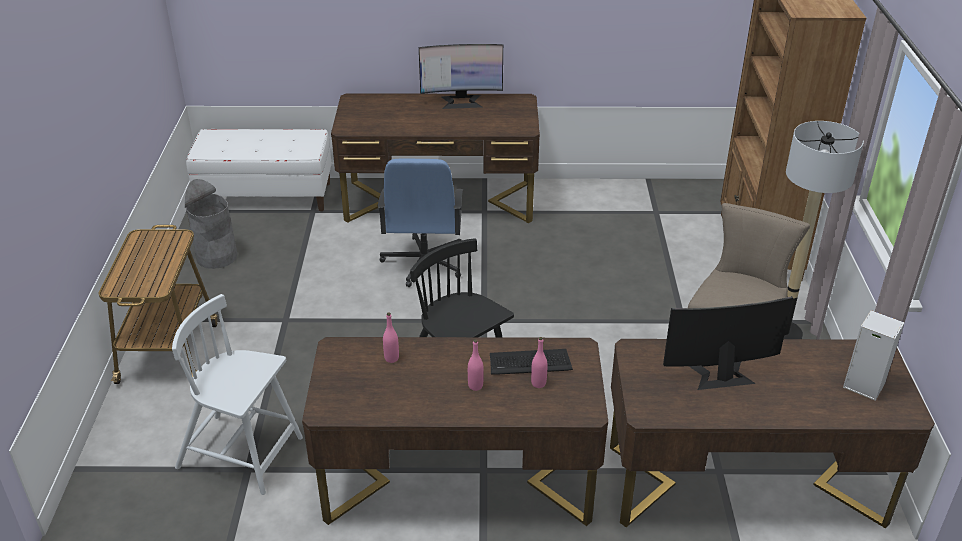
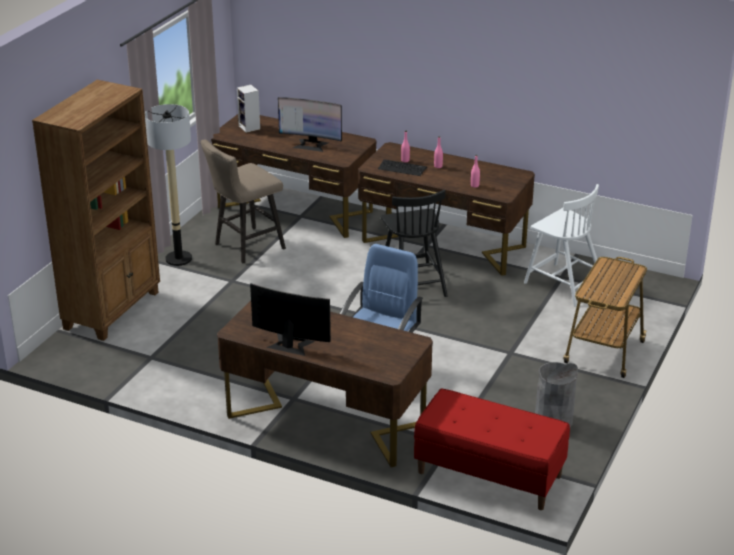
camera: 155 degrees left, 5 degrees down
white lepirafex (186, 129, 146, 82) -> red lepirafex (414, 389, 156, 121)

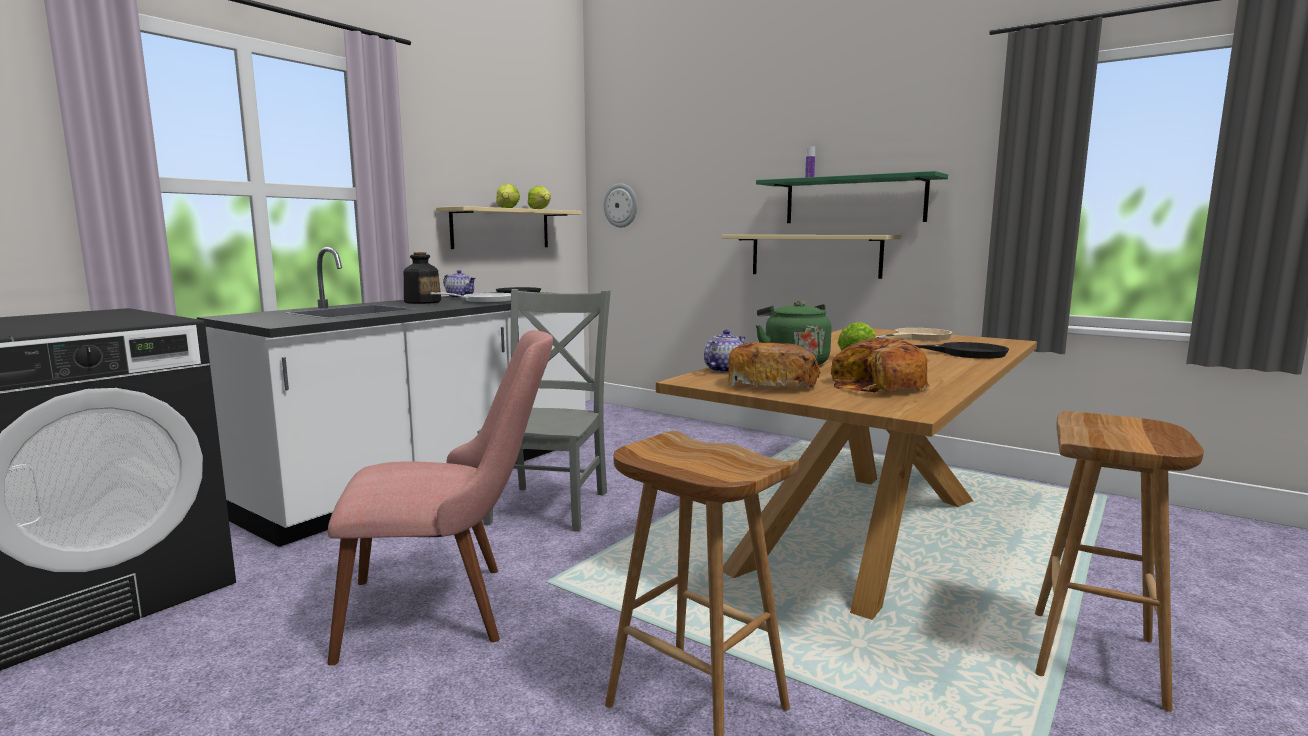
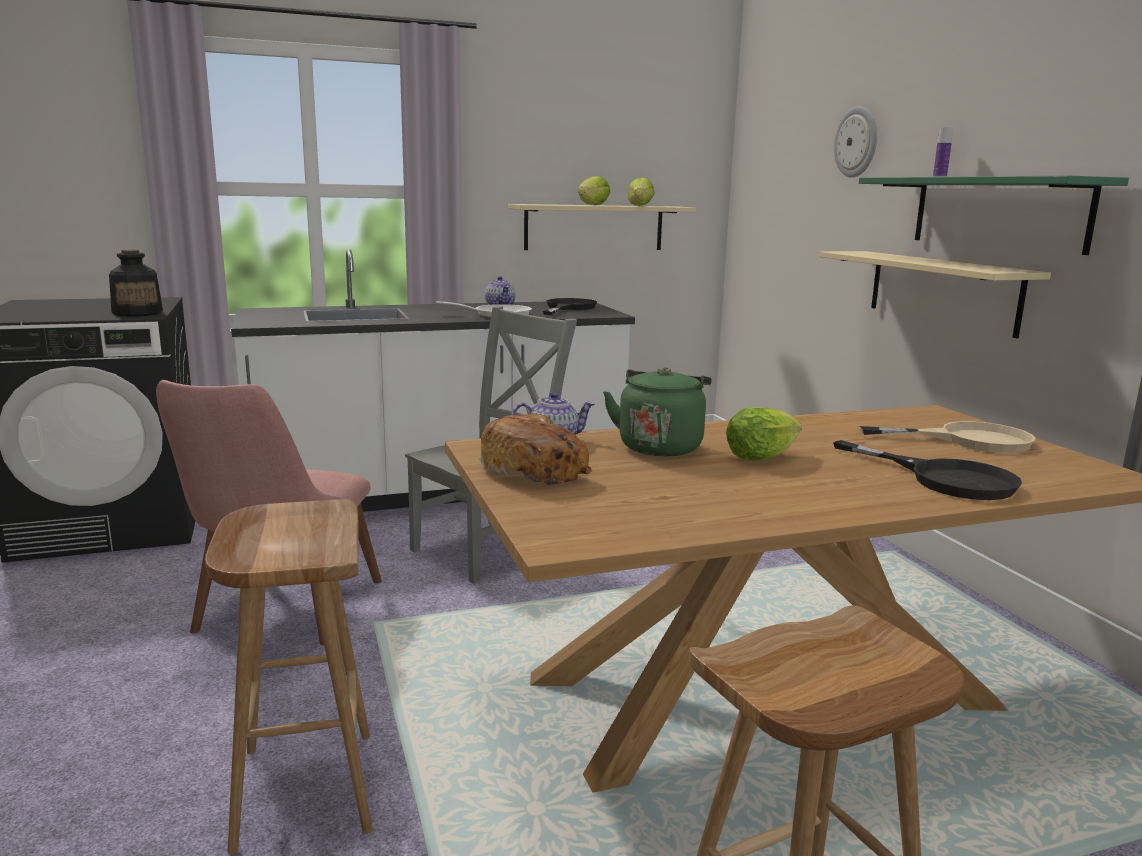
camera: 35 degrees right, 5 degrees up
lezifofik (604, 183, 34, 45) -> lezifofik (834, 106, 43, 71), shifted
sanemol (404, 252, 37, 52) -> sanemol (109, 250, 54, 67), shifted
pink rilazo (327, 330, 226, 336) -> pink rilazo (156, 380, 226, 265), 75 degrees clockwise
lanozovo (831, 338, 99, 55) -> none

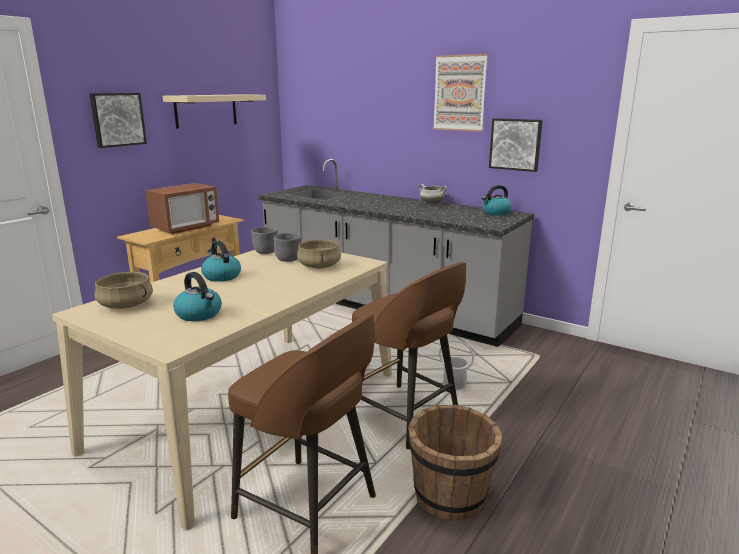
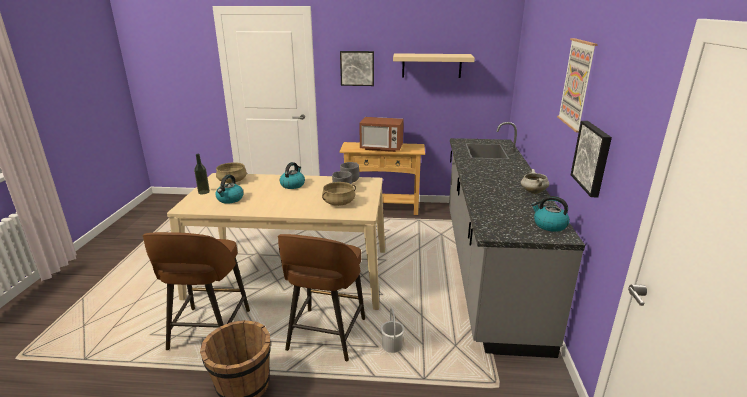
camera: 60 degrees right, 5 degrees up
none -> sanemol (194, 154, 16, 40)

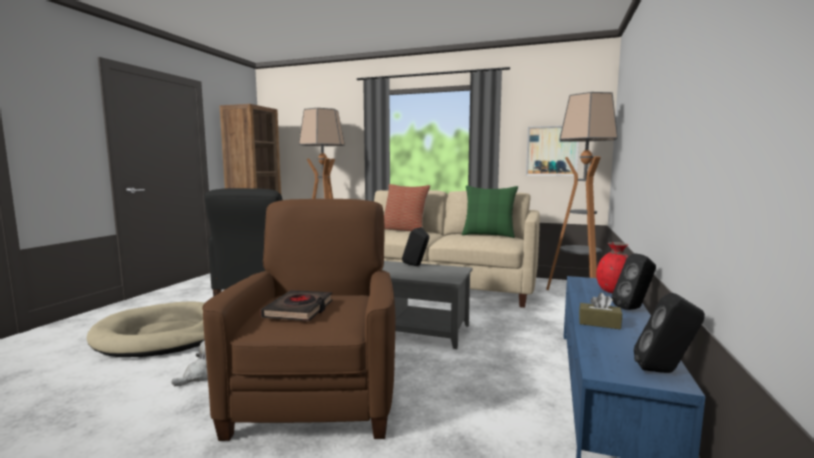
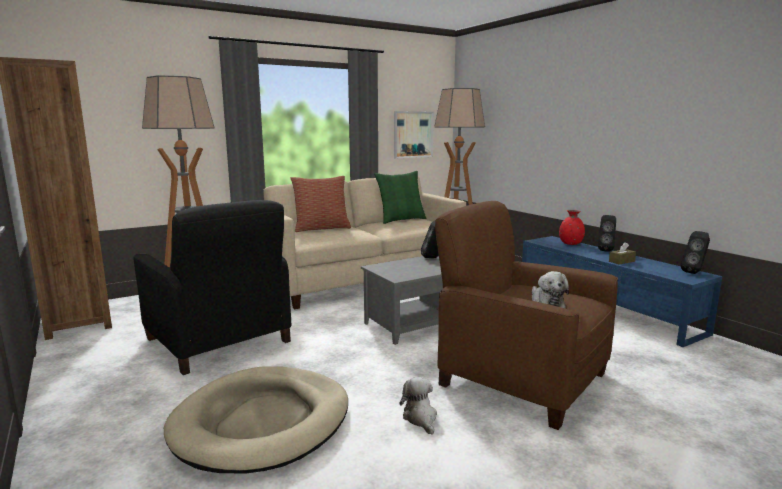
camera: 50 degrees left, 5 degrees up
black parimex (261, 290, 72, 31) -> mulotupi (532, 271, 37, 38)

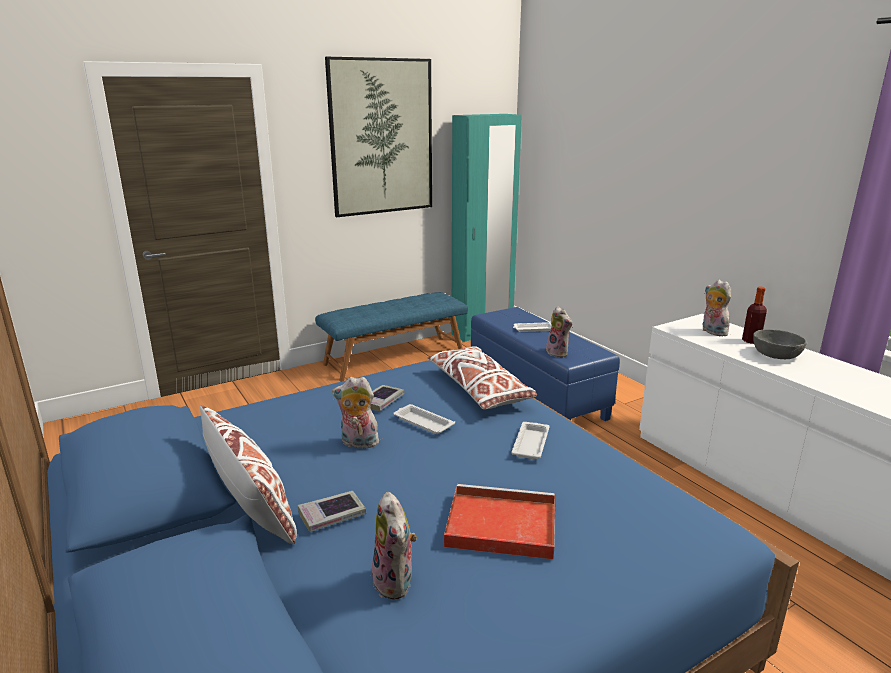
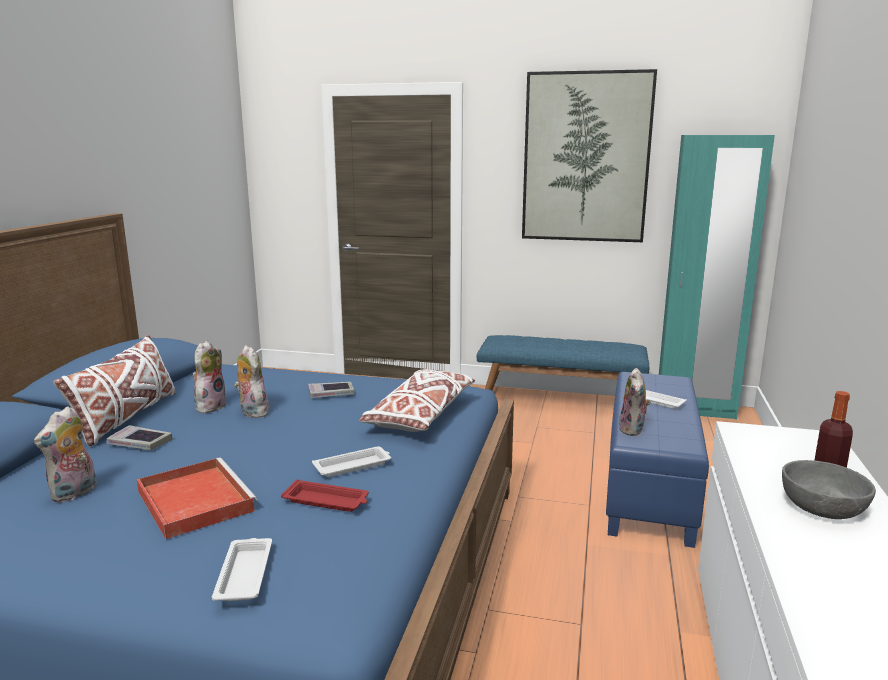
camera: 45 degrees right, 5 degrees down
mulotupi (703, 280, 28, 56) -> mulotupi (193, 341, 34, 73), shifted
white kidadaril (393, 404, 62, 30) -> white kidadaril (212, 538, 60, 63), shifted
none -> red kidadaril (281, 479, 88, 33)

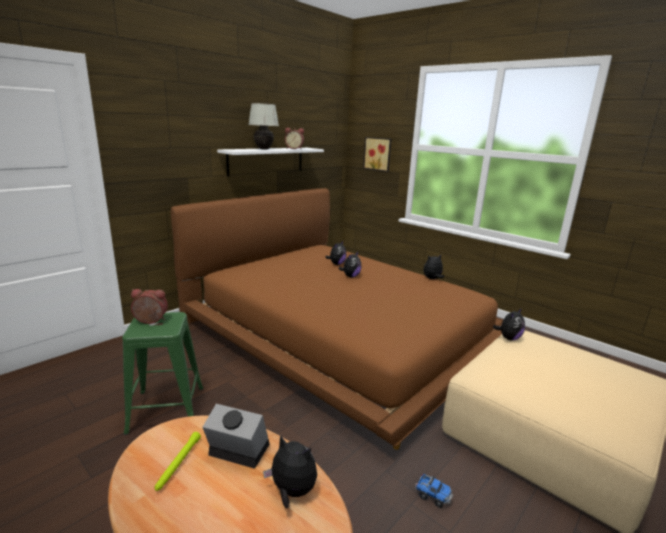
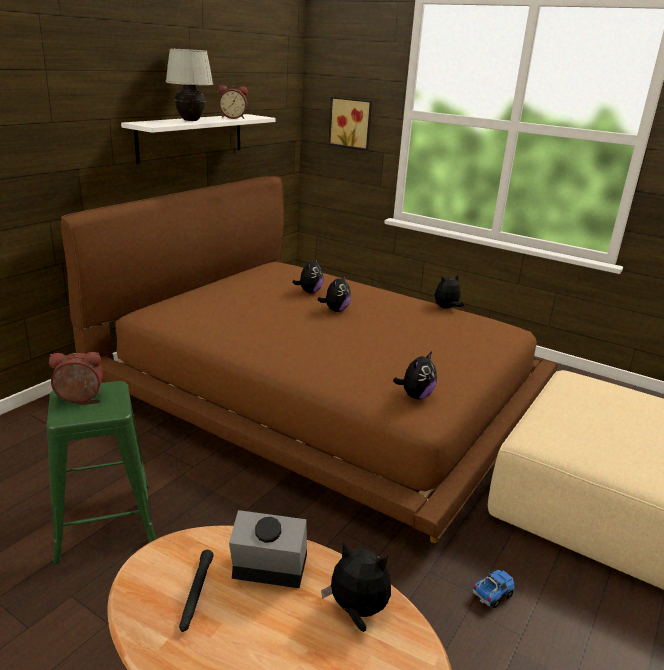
camera: 10 degrees left, 5 degrees up
mulotupi (493, 308, 32, 33) -> mulotupi (393, 351, 44, 48), shifted
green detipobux (155, 432, 46, 59) -> black detipobux (179, 550, 35, 82)
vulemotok (415, 474, 38, 34) -> vulemotok (472, 570, 43, 38), 60 degrees counterclockwise

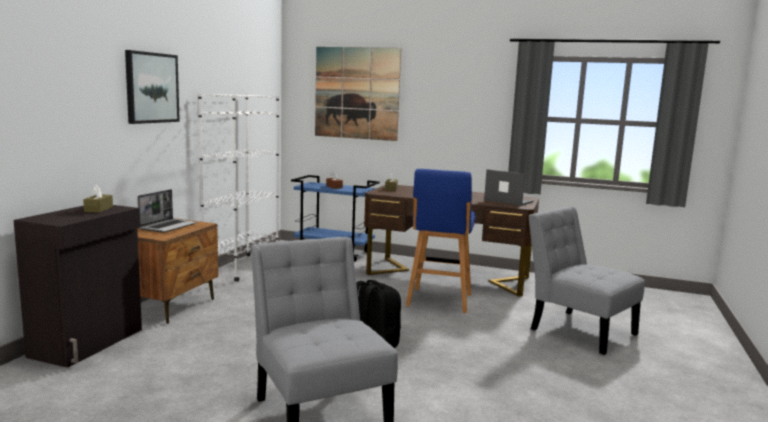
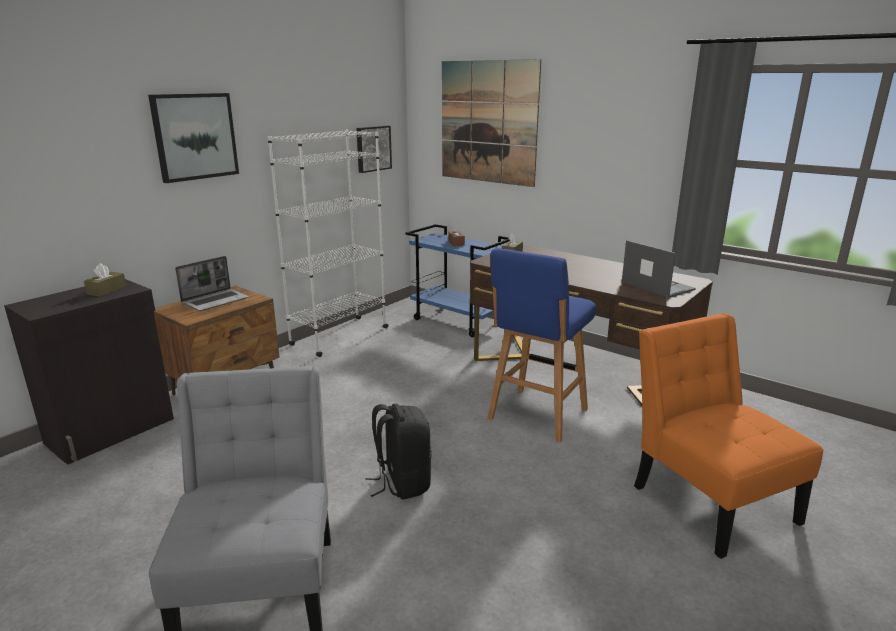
camera: 20 degrees right, 10 degrees up
grey rilazo (529, 207, 116, 148) -> orange rilazo (634, 313, 189, 246)
none -> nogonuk (356, 125, 36, 48)

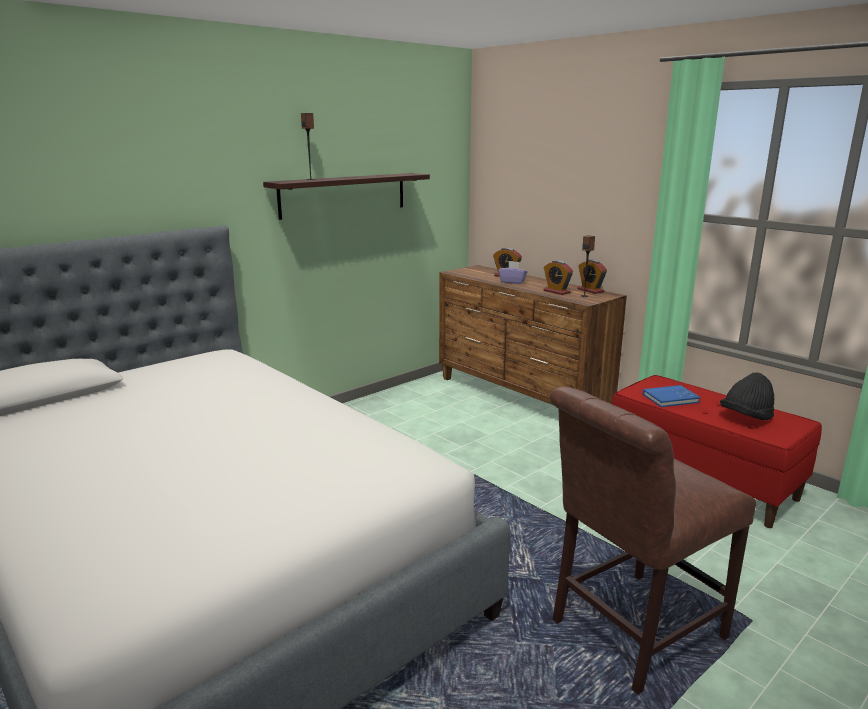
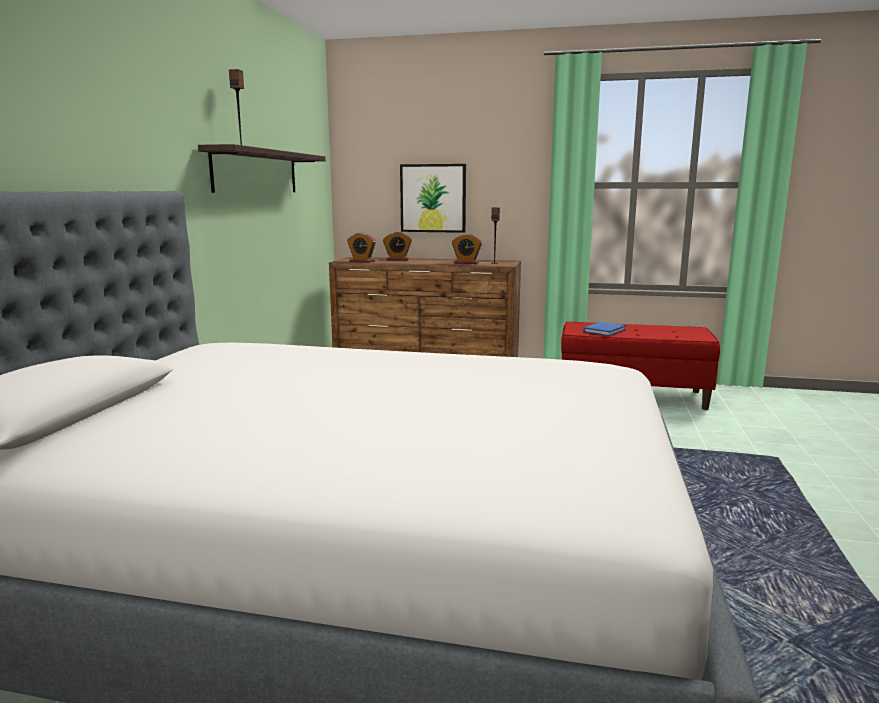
camera: 35 degrees left, 5 degrees down
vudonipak (577, 259, 30, 35) -> vudonipak (347, 232, 29, 31), shifted
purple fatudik (499, 261, 28, 23) -> none
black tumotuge (720, 372, 54, 48) -> none
brown rilazo (550, 387, 206, 308) -> none
none -> nogonuk (400, 164, 66, 69)

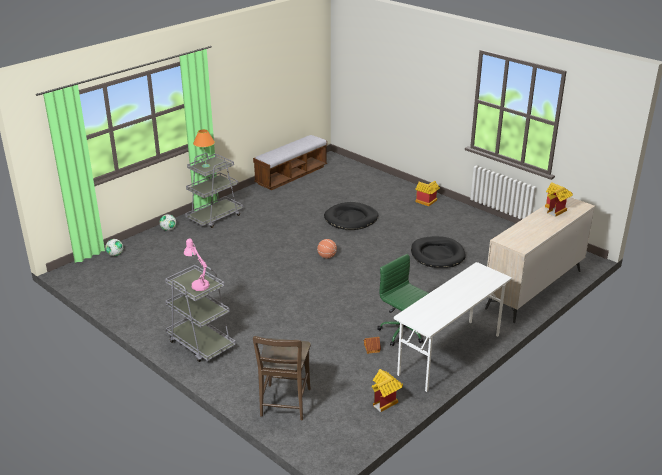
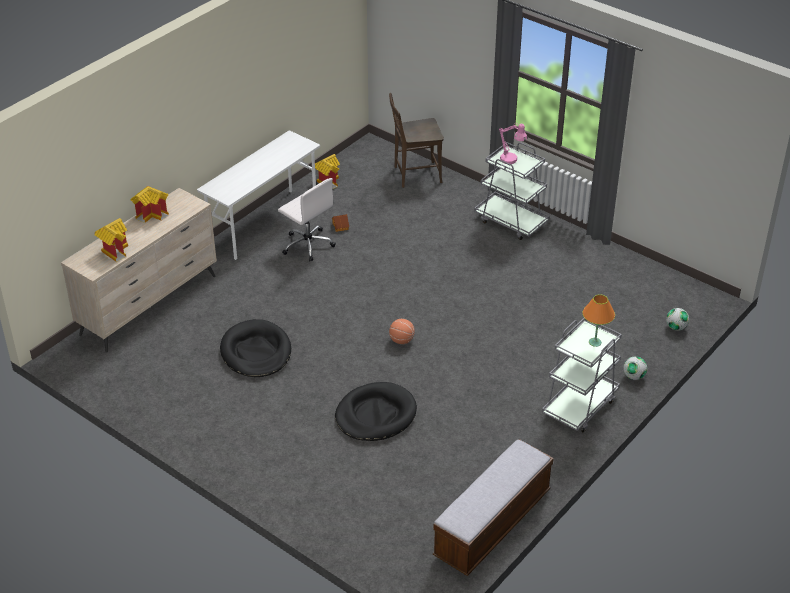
camera: 175 degrees right, 10 degrees up
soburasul (416, 181, 24, 25) -> soburasul (131, 186, 38, 37), shifted
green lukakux (377, 254, 52, 92) -> white lukakux (278, 178, 58, 83)
brown rilazo (253, 336, 58, 84) -> brown rilazo (389, 93, 55, 95), 105 degrees counterclockwise

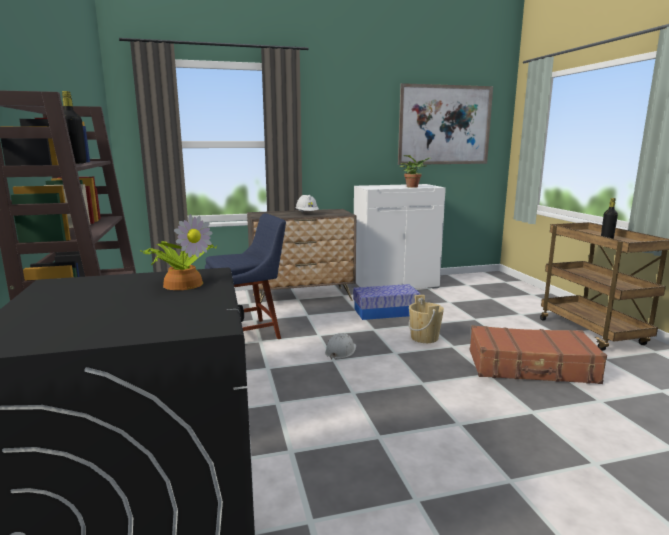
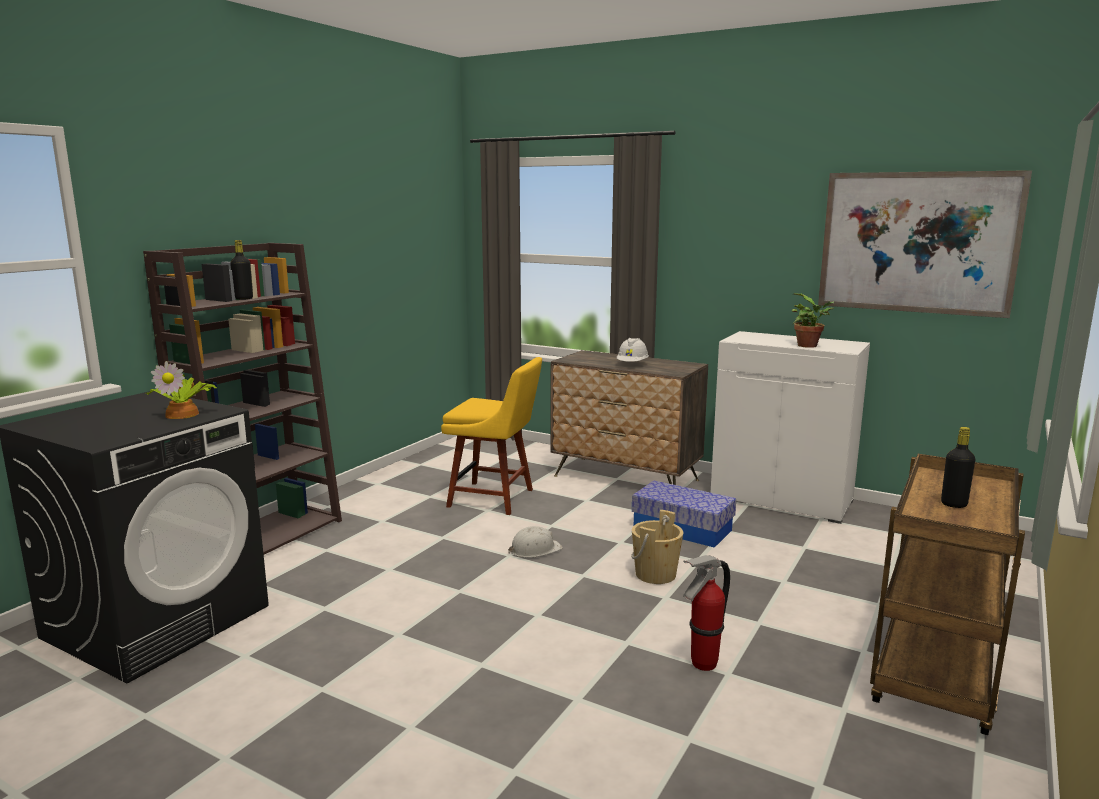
camera: 45 degrees right, 0 degrees up
blue rilazo (205, 213, 81, 126) -> yellow rilazo (441, 357, 101, 158)
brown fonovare (470, 325, 137, 59) -> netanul (683, 555, 47, 116)

